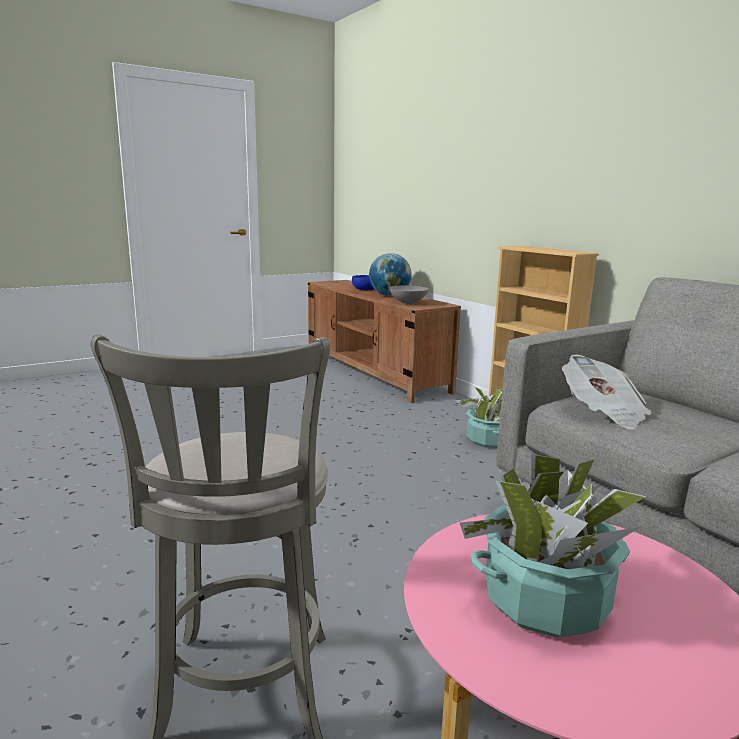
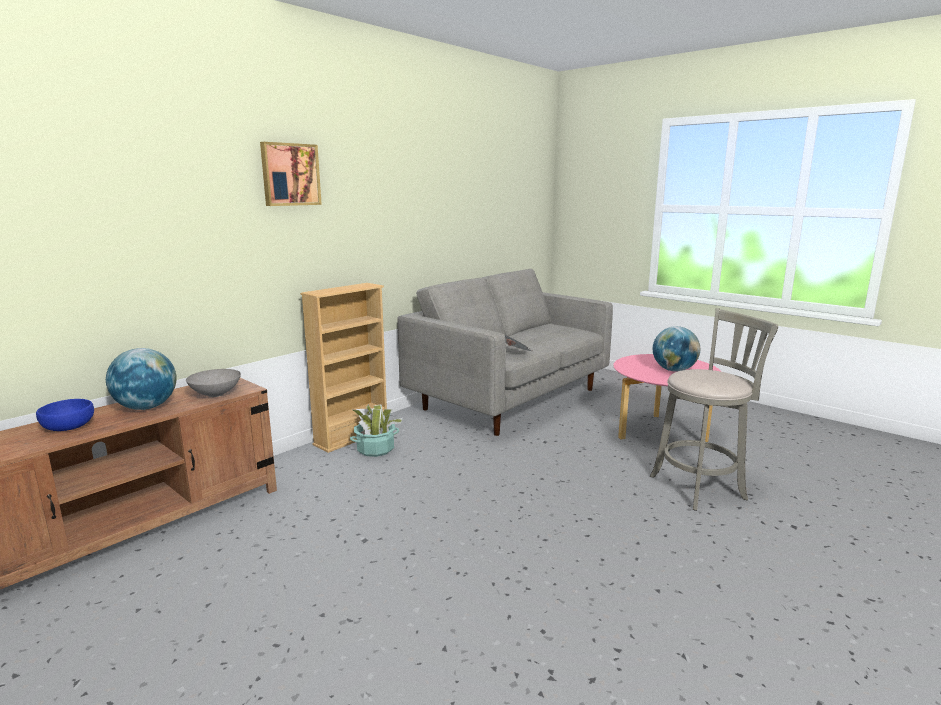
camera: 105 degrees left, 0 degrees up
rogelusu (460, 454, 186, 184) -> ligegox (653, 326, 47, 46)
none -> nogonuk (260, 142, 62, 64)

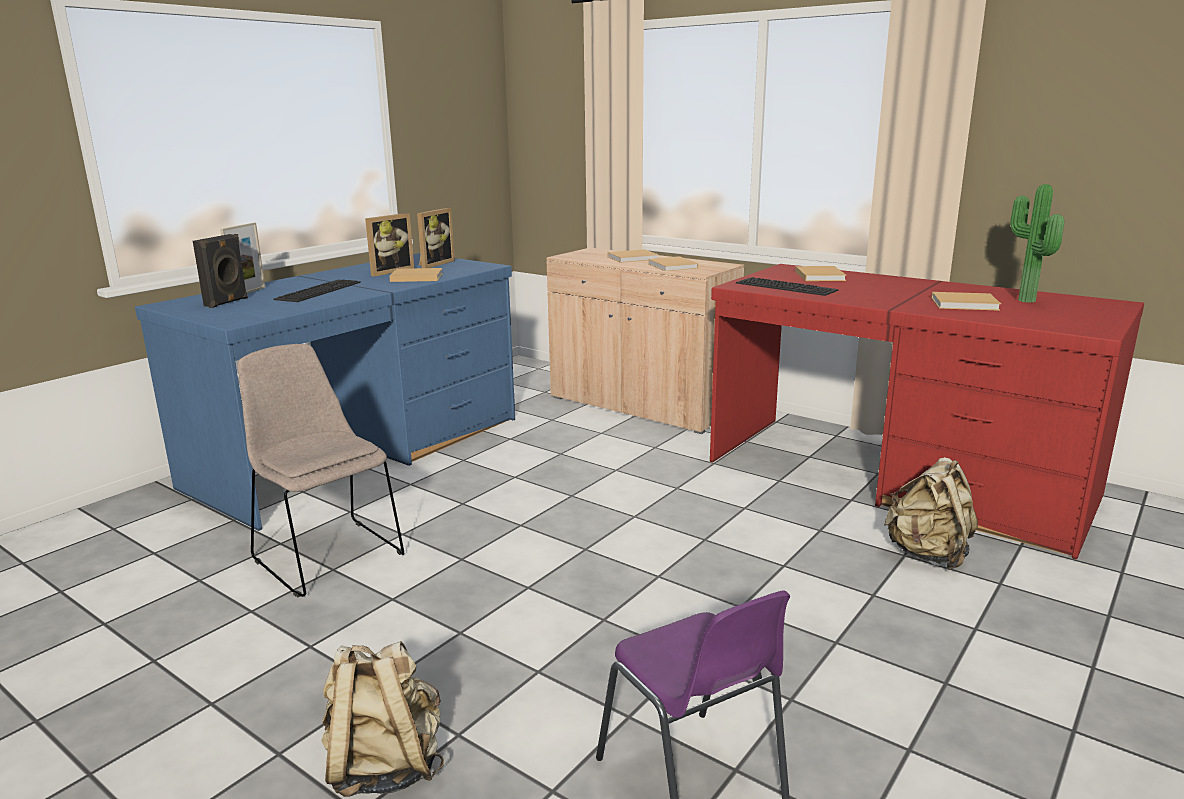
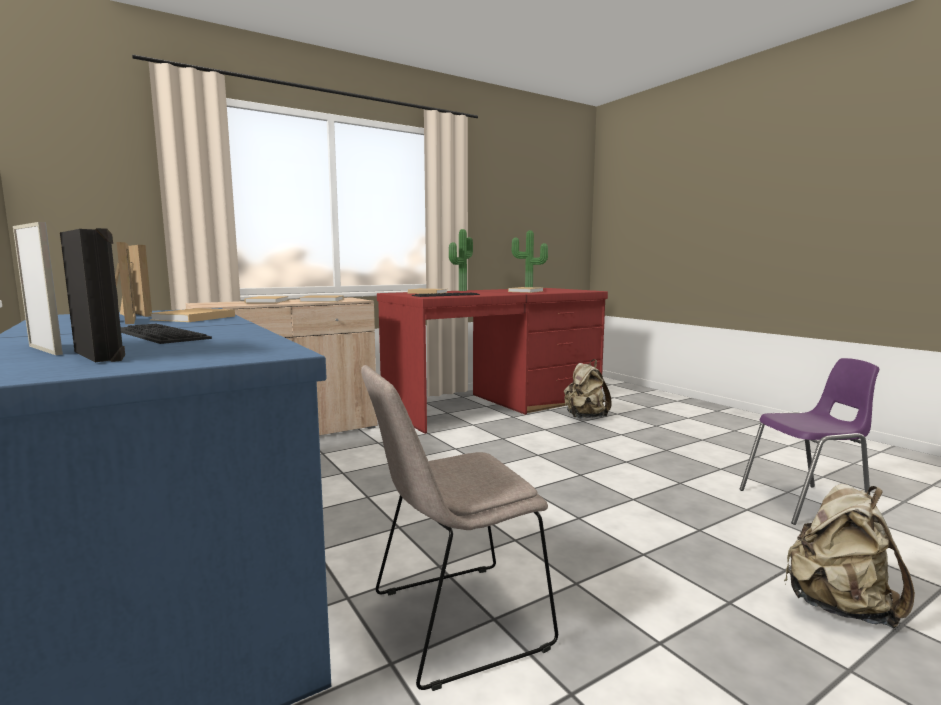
camera: 70 degrees left, 10 degrees down
none -> rogelusu (449, 229, 24, 62)

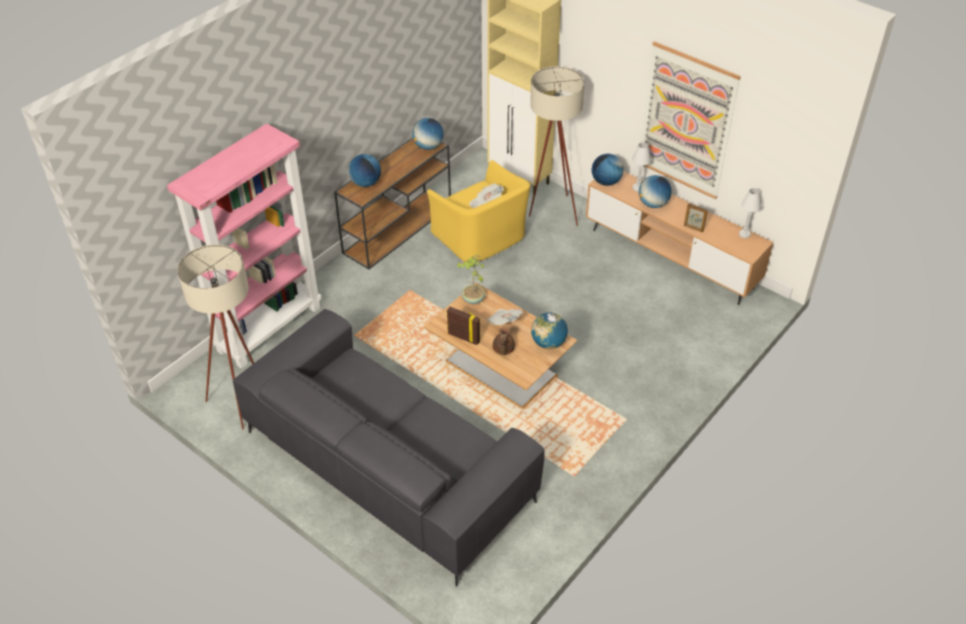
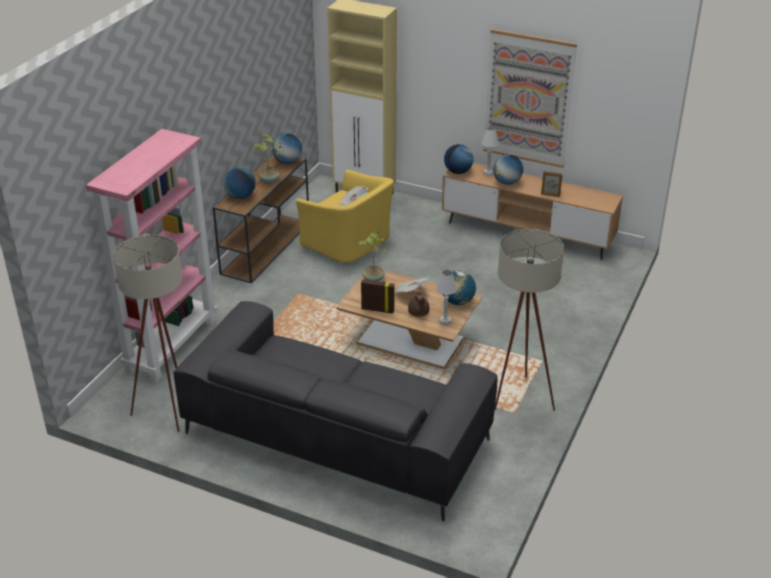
camera: 15 degrees left, 10 degrees down
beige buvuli (529, 66, 56, 160) -> beige buvuli (495, 229, 69, 182), shifted
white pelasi (739, 188, 22, 50) -> white pelasi (436, 270, 21, 55), shifted
none -> rogelusu (253, 133, 32, 51)

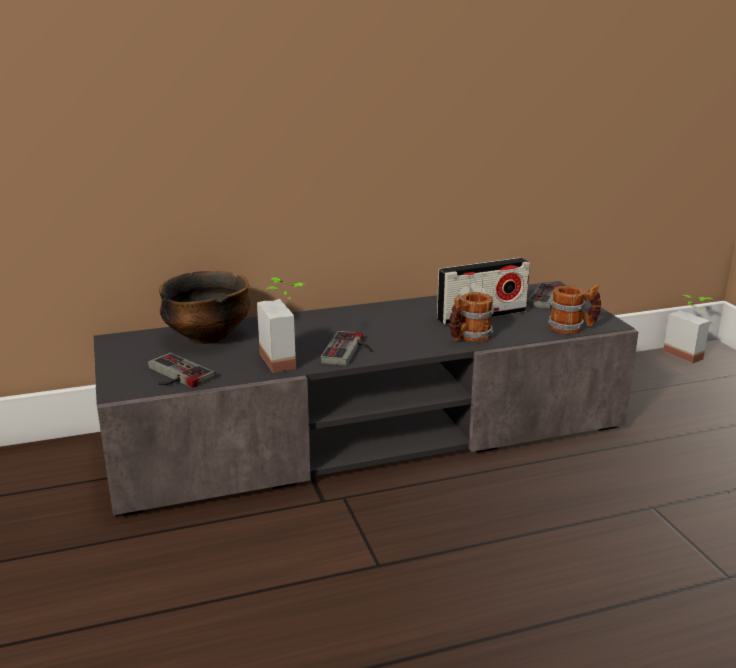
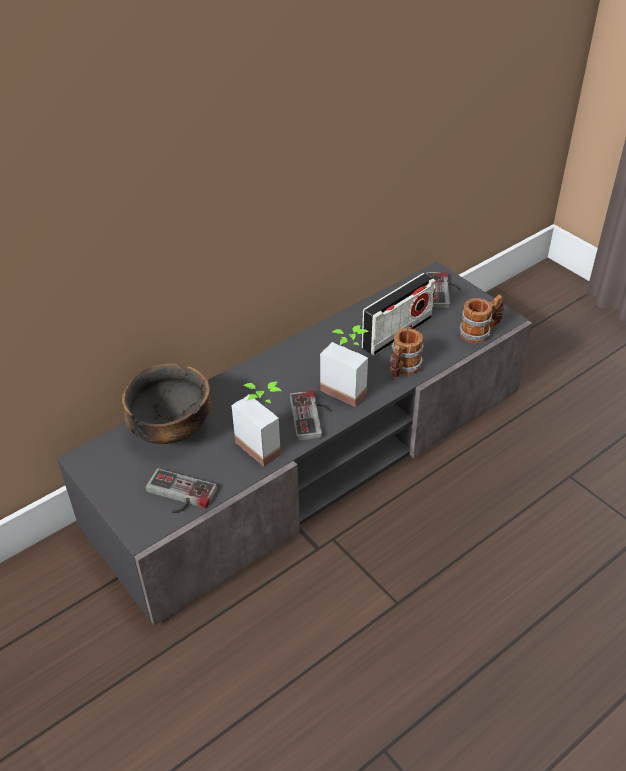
camera: 20 degrees left, 20 degrees up
rogelusu (663, 295, 50, 68) -> rogelusu (320, 325, 49, 82), shifted

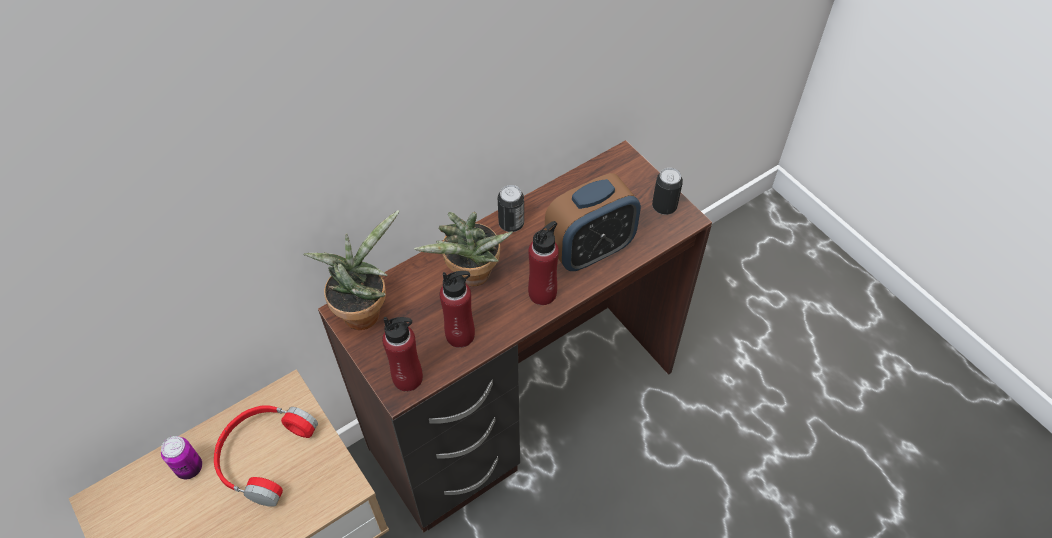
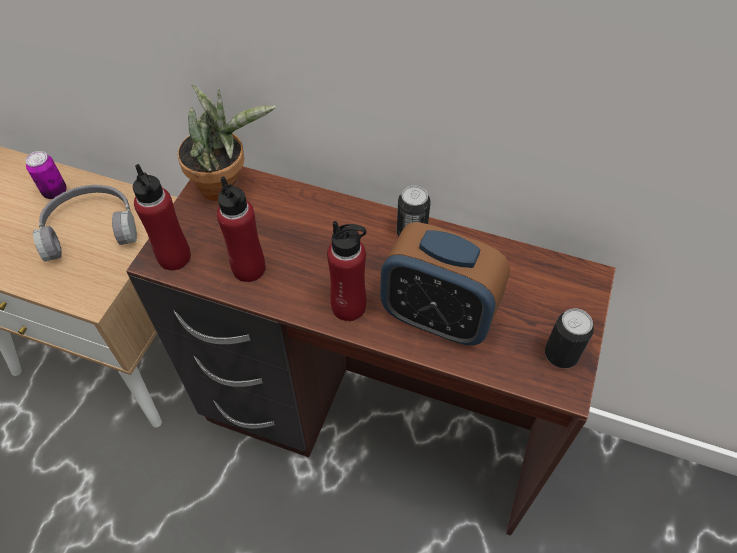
camera: 55 degrees right, 0 degrees up
rogelusu (414, 212, 99, 74) -> none
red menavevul (214, 405, 104, 102) -> grey menavevul (33, 185, 104, 77)

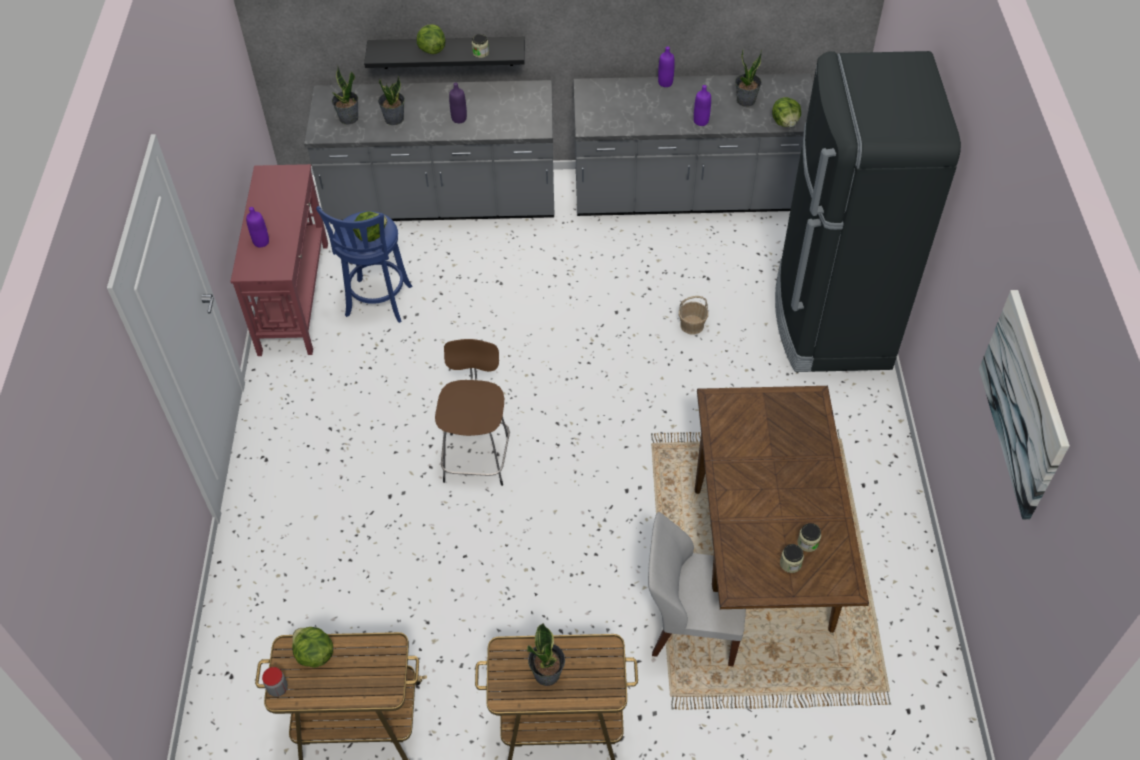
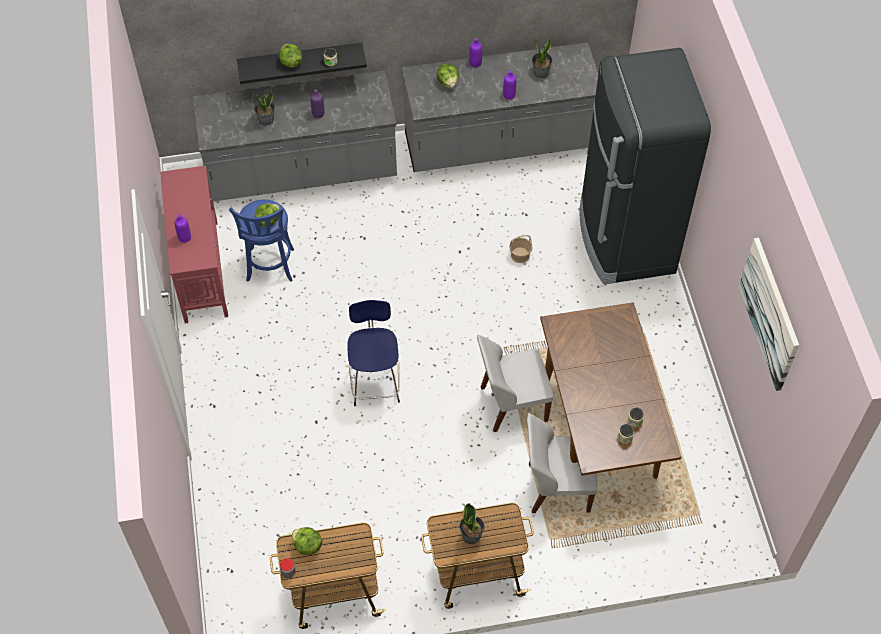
camera: 10 degrees left, 5 degrees up
rogelusu (332, 65, 26, 59) -> none
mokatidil (772, 97, 29, 30) -> mokatidil (436, 64, 23, 24), shifted
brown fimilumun (435, 339, 75, 147) -> blue fimilumun (347, 300, 53, 106)
none -> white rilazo (477, 335, 76, 97)

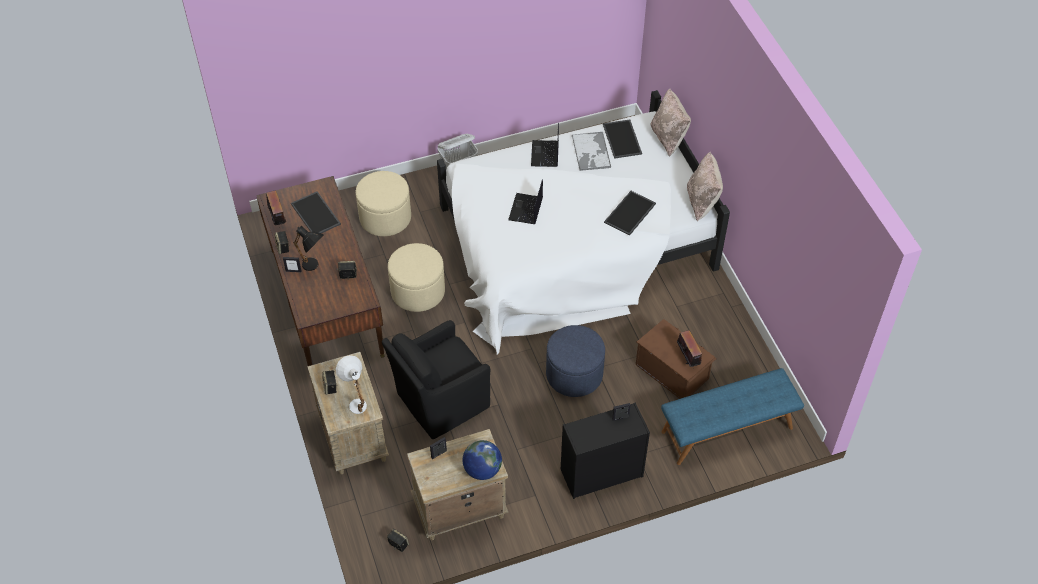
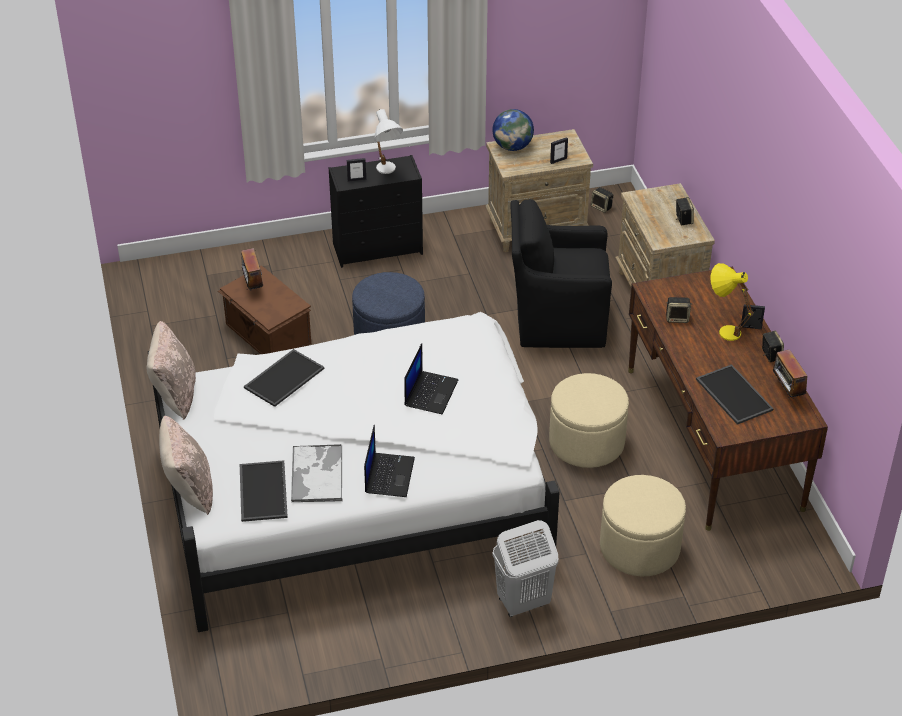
camera: 175 degrees left, 10 degrees down
black pelasi (293, 225, 31, 46) -> yellow pelasi (711, 263, 43, 78)
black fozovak (382, 320, 108, 119) -> black fozovak (511, 199, 101, 149), 150 degrees counterclockwise
white pelasi (336, 355, 31, 59) -> white pelasi (375, 109, 28, 65), shifted
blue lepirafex (661, 368, 143, 97) -> none

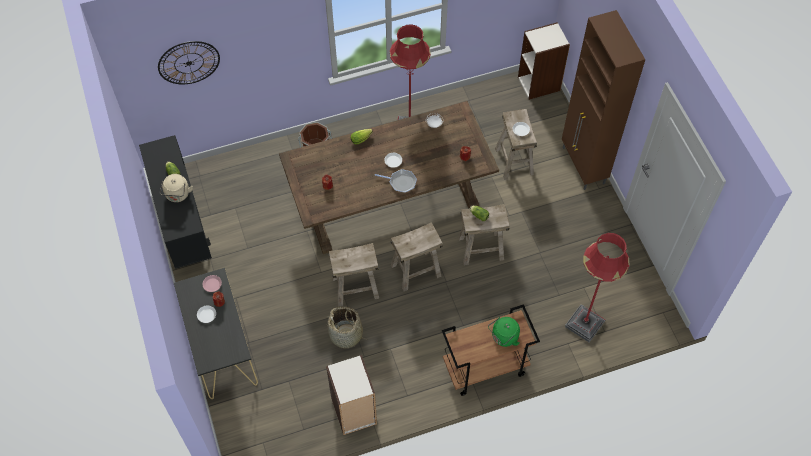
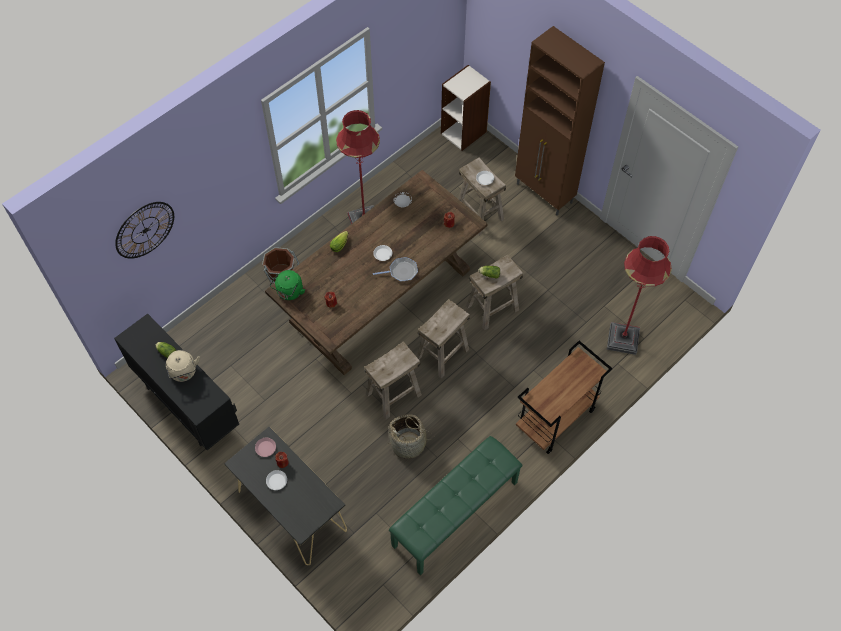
camera: 25 degrees left, 0 degrees up
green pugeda (488, 317, 32, 30) -> green pugeda (270, 270, 35, 30), shifted
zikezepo (326, 355, 51, 80) -> green lepirafex (389, 436, 133, 139)

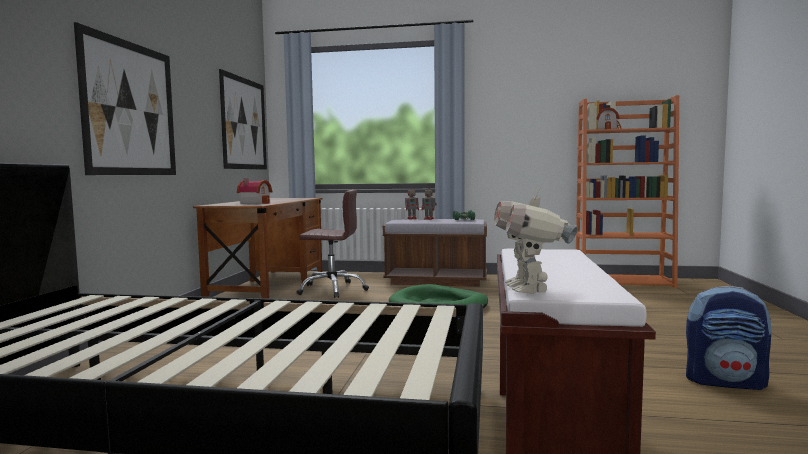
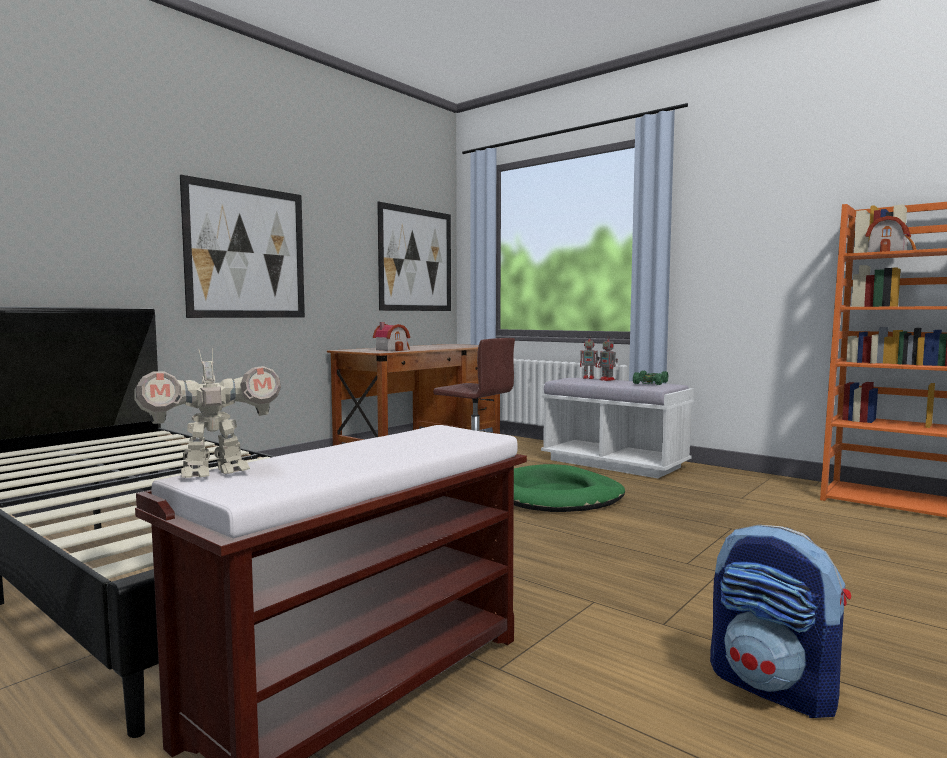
camera: 30 degrees right, 0 degrees up
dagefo (494, 187, 84, 107) -> dagefo (134, 348, 147, 130), 150 degrees counterclockwise
brown lepirafex (383, 219, 104, 68) -> white lepirafex (541, 378, 153, 100)

